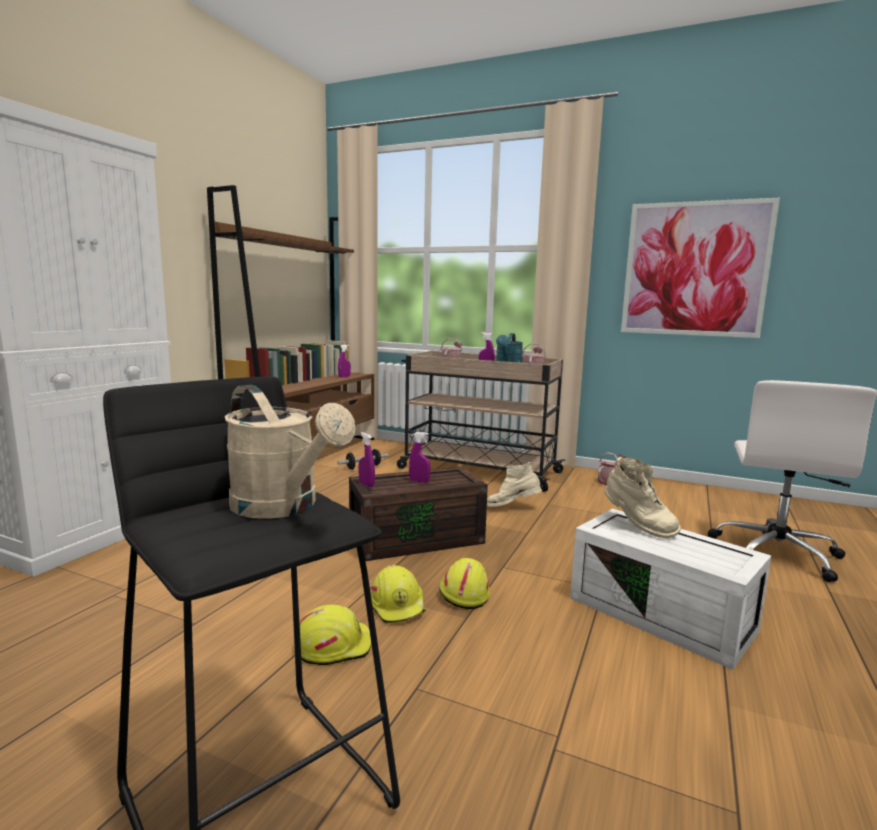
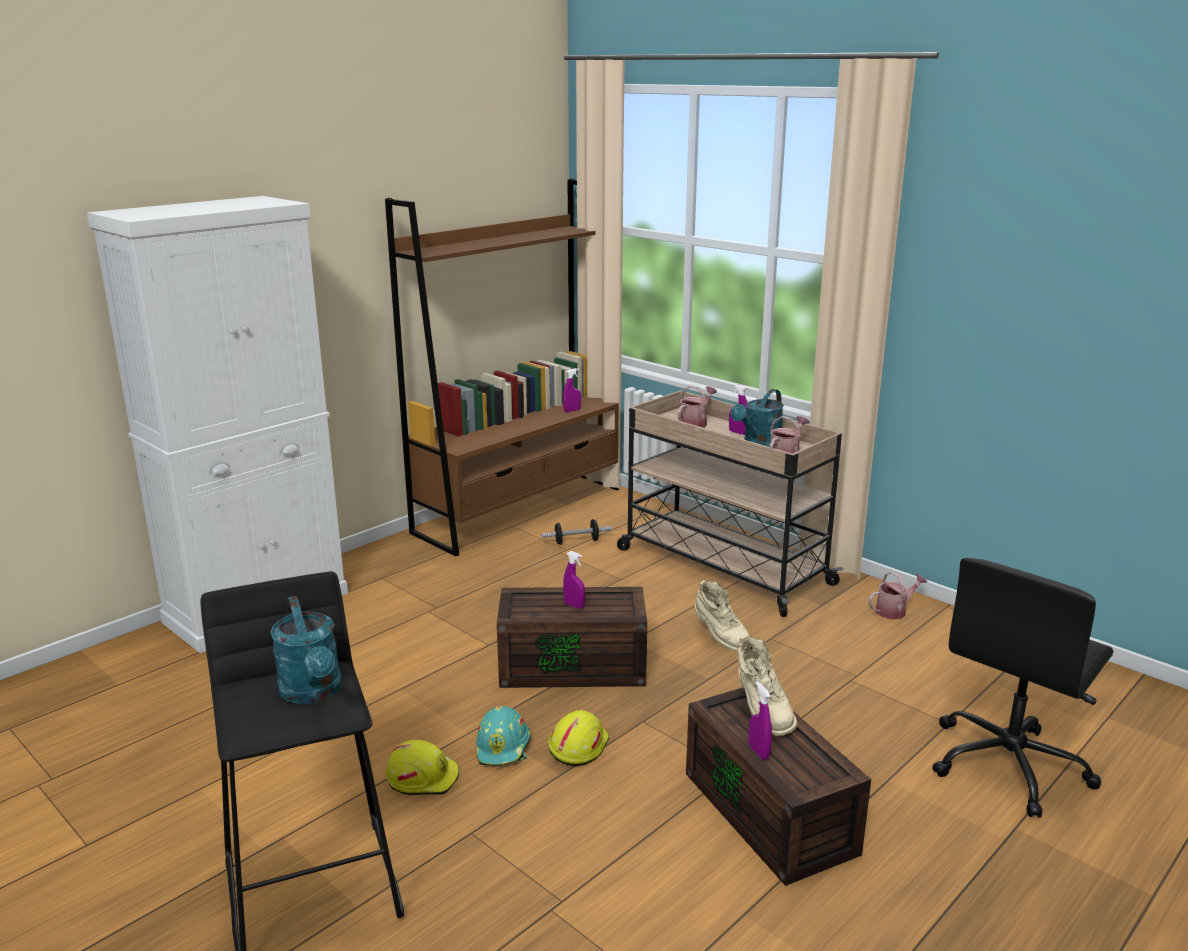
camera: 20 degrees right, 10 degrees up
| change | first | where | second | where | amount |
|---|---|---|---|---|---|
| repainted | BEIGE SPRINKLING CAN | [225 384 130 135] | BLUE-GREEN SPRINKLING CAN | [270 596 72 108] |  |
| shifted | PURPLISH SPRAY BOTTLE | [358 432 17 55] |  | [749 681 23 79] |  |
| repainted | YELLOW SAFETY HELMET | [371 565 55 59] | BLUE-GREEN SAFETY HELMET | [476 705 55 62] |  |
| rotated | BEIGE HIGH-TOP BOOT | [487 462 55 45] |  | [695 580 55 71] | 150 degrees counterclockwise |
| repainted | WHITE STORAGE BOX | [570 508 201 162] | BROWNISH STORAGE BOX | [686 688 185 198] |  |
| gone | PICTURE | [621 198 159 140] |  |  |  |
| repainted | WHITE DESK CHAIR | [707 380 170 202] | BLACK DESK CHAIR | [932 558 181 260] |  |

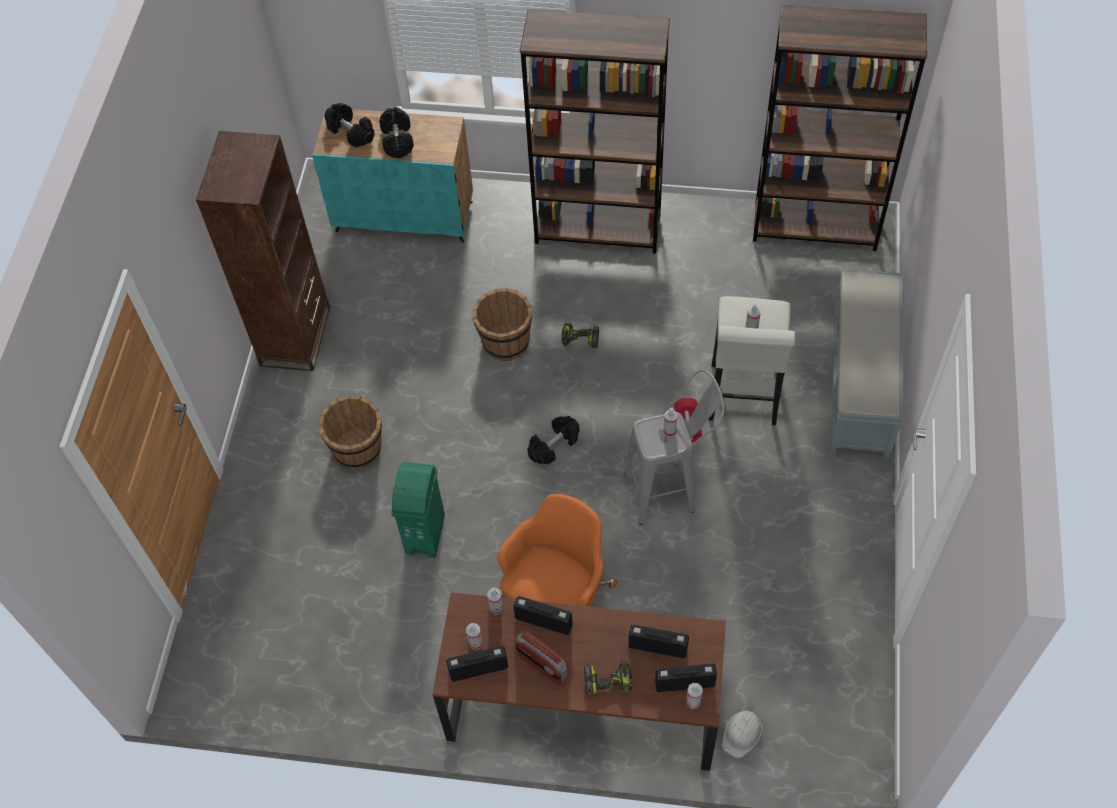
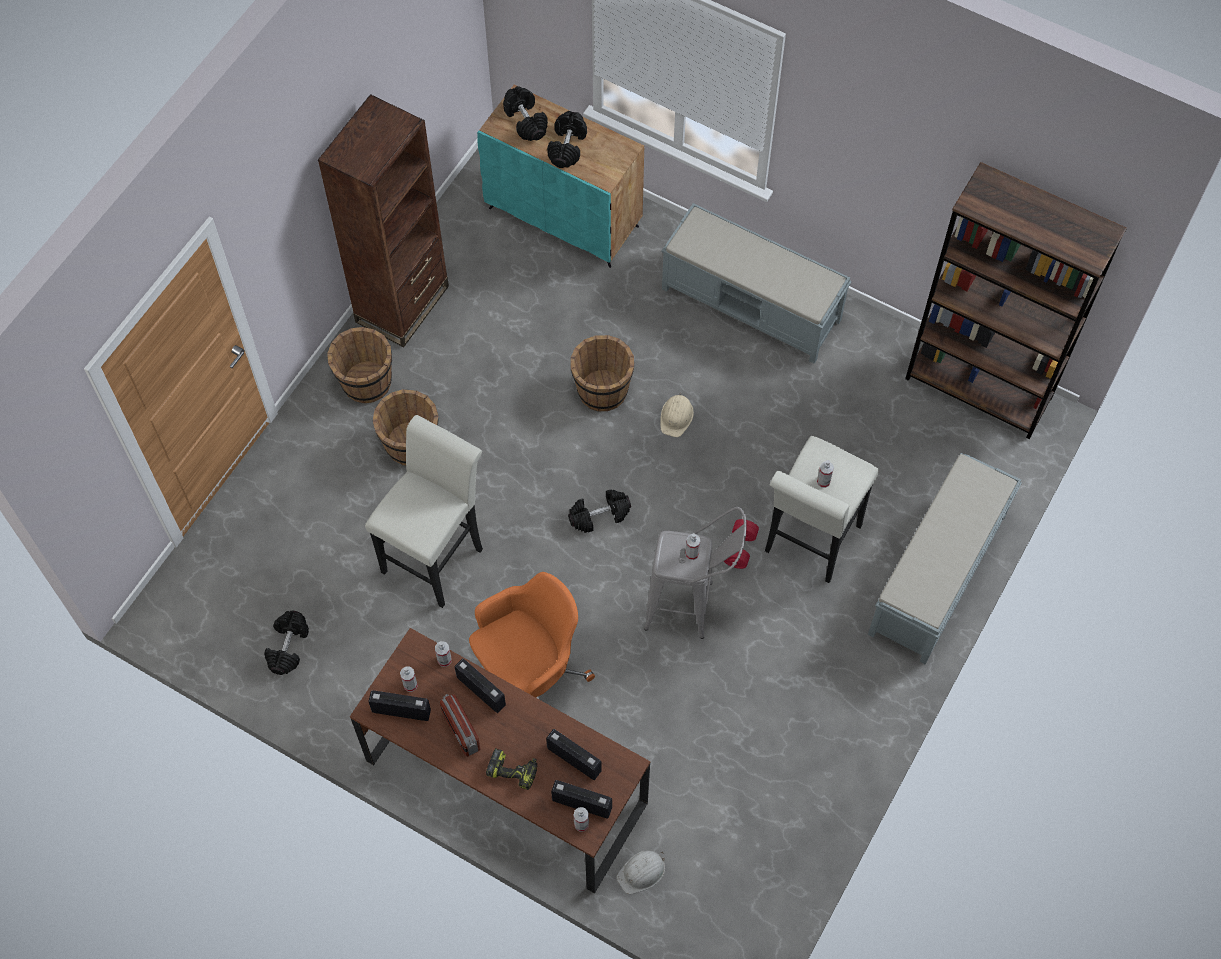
camera: 20 degrees right, 5 degrees up
| change | first | where | second | where | amount |
|---|---|---|---|---|---|
| swapped | GREEN RUBBISH BIN | [391 462 54 96] | WHITE SITTING STOOL | [365 415 118 193] |  |
| swapped | BROWNISH BOOKSHELF | [520 9 150 245] | GREY INDOOR BENCH | [661 203 191 161] |  |
| swapped | ELECTRIC DRILL | [561 323 38 25] | BEIGE SAFETY HELMET | [660 392 34 45] |  |
| new |  |  | BLACK HAND WEIGHT | [264 611 45 64] |  |
| new |  |  | BROWNISH PAIL | [327 327 65 76] |  |

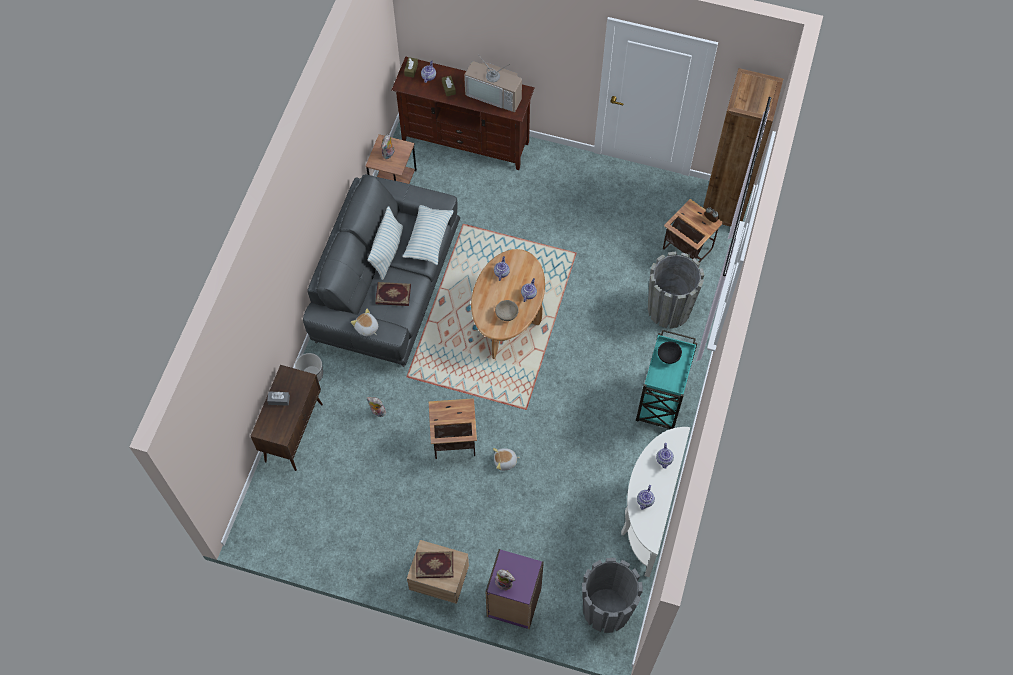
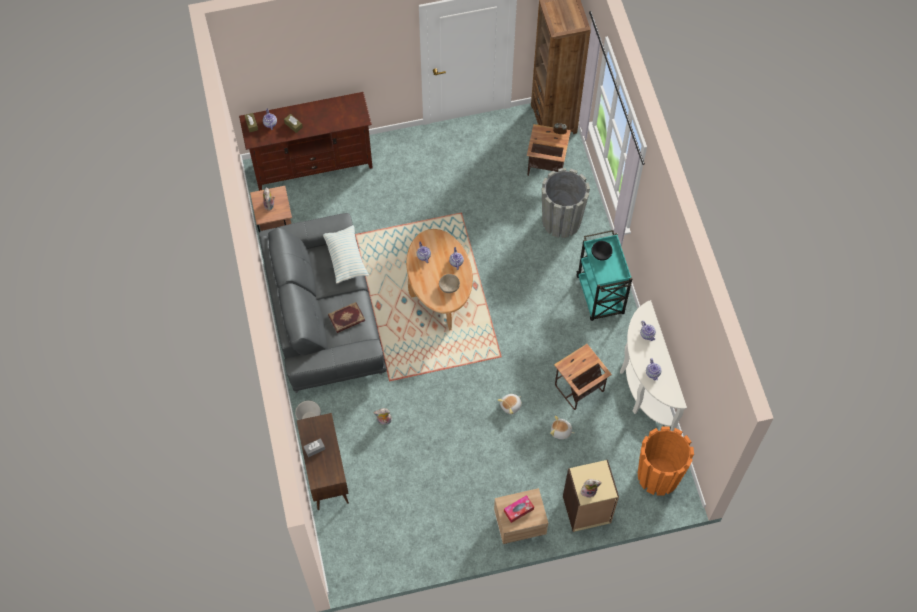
camera: 30 degrees left, 0 degrees up
| change | first | where | second | where | amount |
|---|---|---|---|---|---|
| shifted | SOFT TOY | [351 309 27 27] |  | [550 416 24 23] |  |
| gone | THROW PILLOW | [368 206 35 74] |  |  |  |
| swapped | VOLUME | [416 551 37 27] | BOX OF TISSUES | [504 495 30 28] |  |
| shifted | END TABLE | [429 398 48 61] |  | [554 344 58 66] |  |
| gone | TV | [464 53 58 59] |  |  |  |
| repainted | PURPLISH BOOKSHELF | [485 549 59 80] | BEIGE BOOKSHELF | [563 460 56 72] |  |
| repainted | GREY PLANTER | [582 558 61 75] | ORANGE PLANTER | [638 426 56 70] |  |

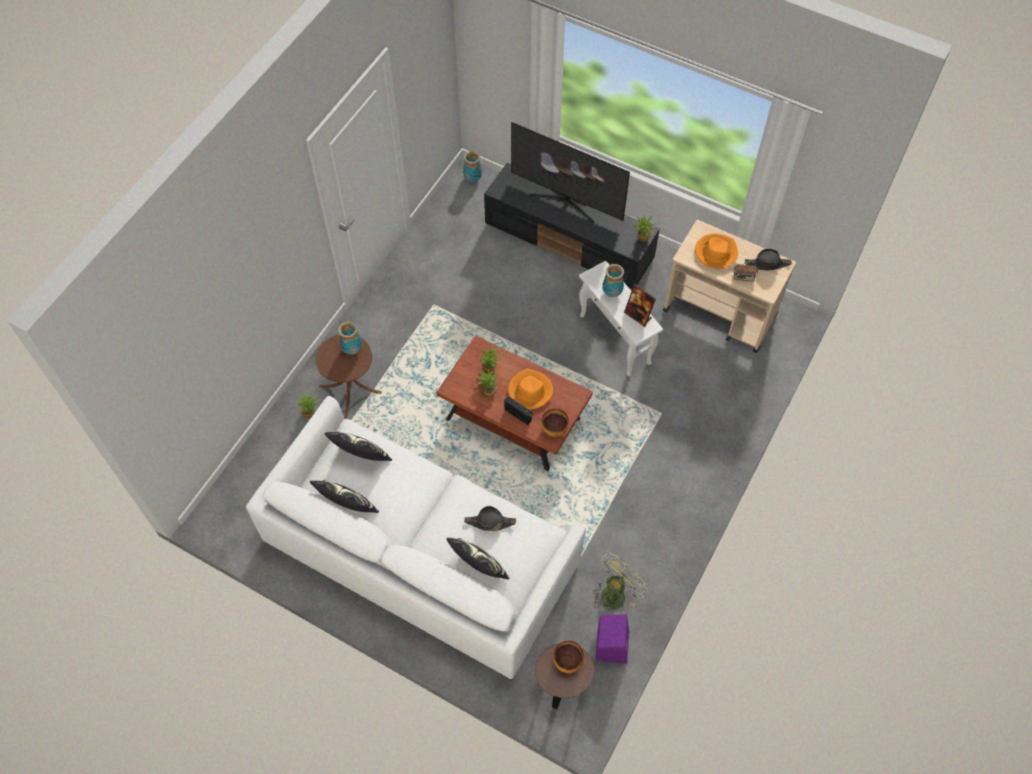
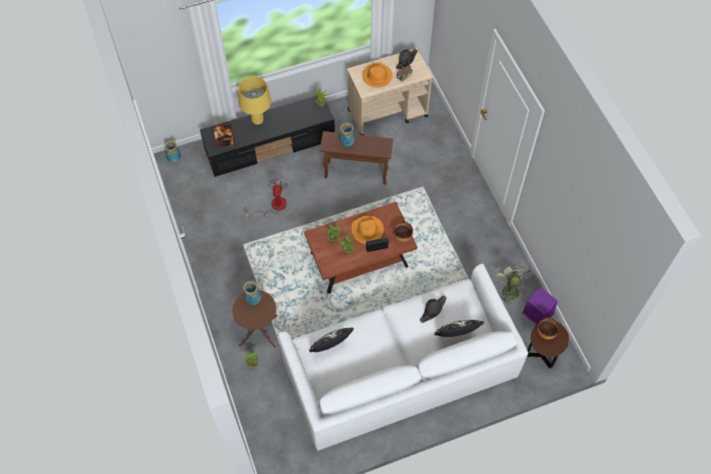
camera: 50 degrees left, 0 degrees up
| change | first | where | second | where | amount |
|---|---|---|---|---|---|
| gone | THROW PILLOW | [310 480 69 33] |  |  |  |
| swapped | TV | [511 122 119 101] | YELLOW TABLE LAMP | [238 76 33 49] |  |
| repainted | WHITE END TABLE | [579 261 84 115] | BROWNISH END TABLE | [320 131 73 53] |  |
| shifted | PHOTO FRAME | [624 284 32 43] |  | [212 123 23 25] |  |
| new |  |  | FAN | [245 179 43 39] |  |

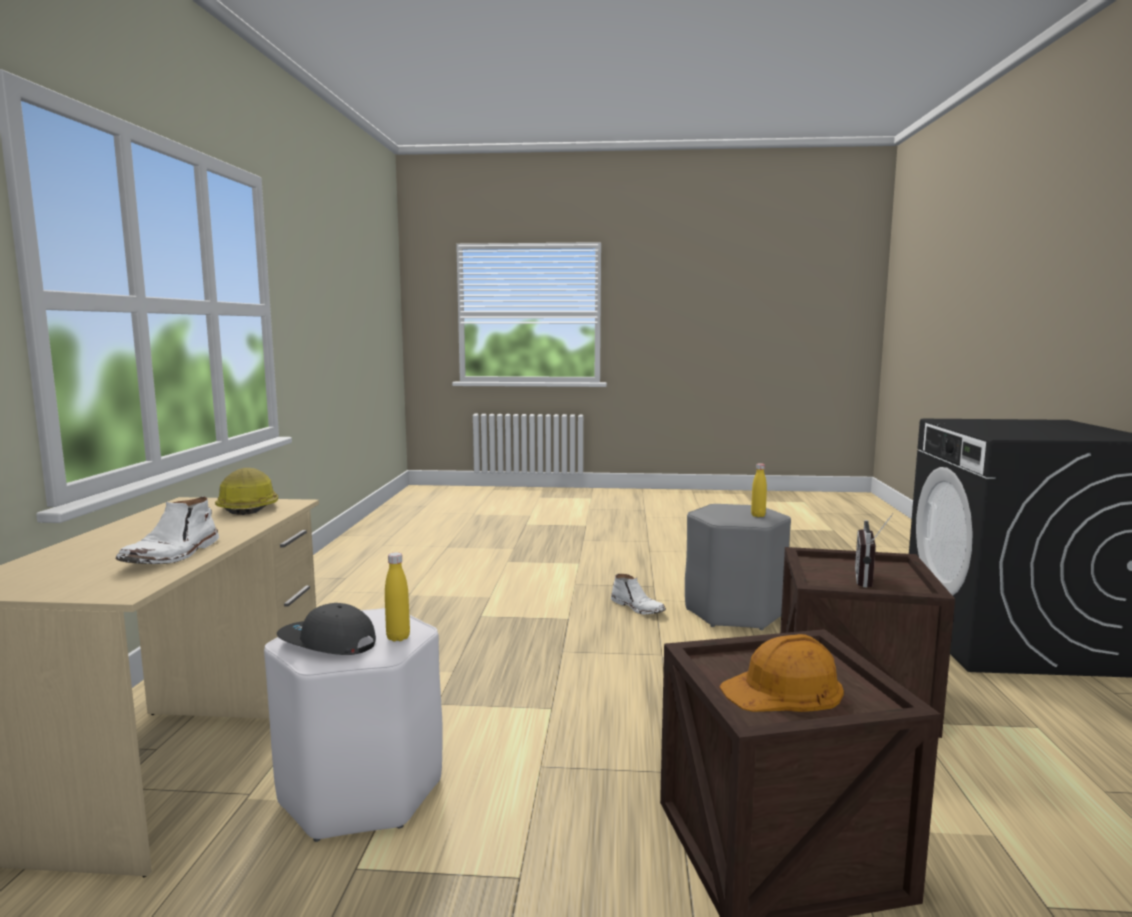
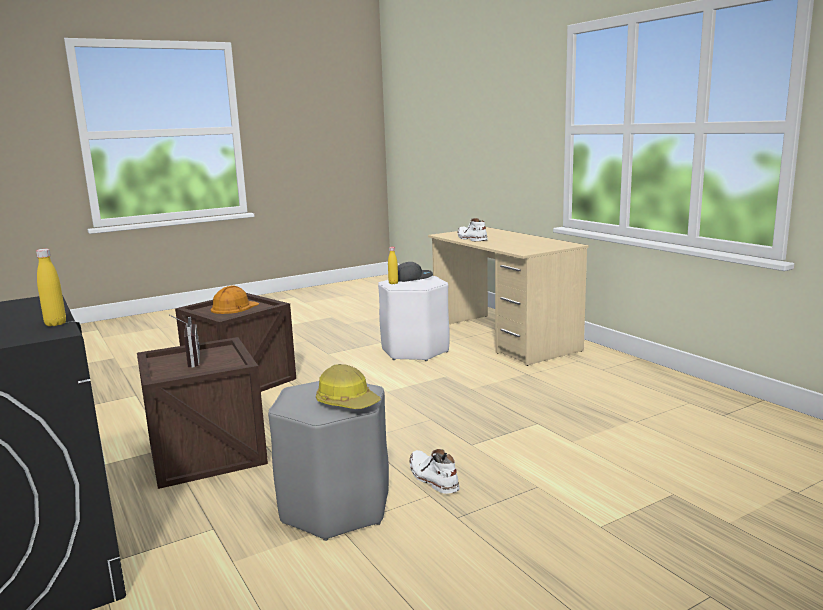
camera: 145 degrees right, 5 degrees up
| change | first | where | second | where | amount |
|---|---|---|---|---|---|
| shifted | SAFETY HELMET | [215 468 63 47] |  | [316 364 65 45] |  |
| rotated | WHITE HIGH-TOP BOOT | [611 574 55 41] |  | [410 449 49 45] | 45 degrees clockwise |
| shifted | YELLOW BOTTLE | [751 463 16 54] |  | [36 249 30 77] |  |

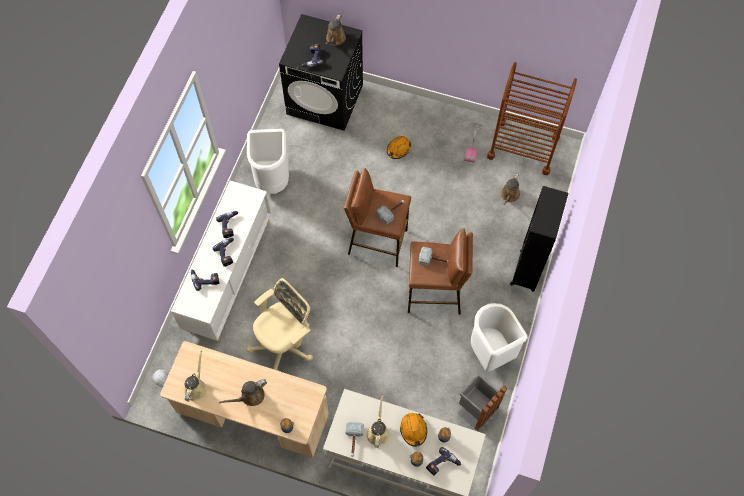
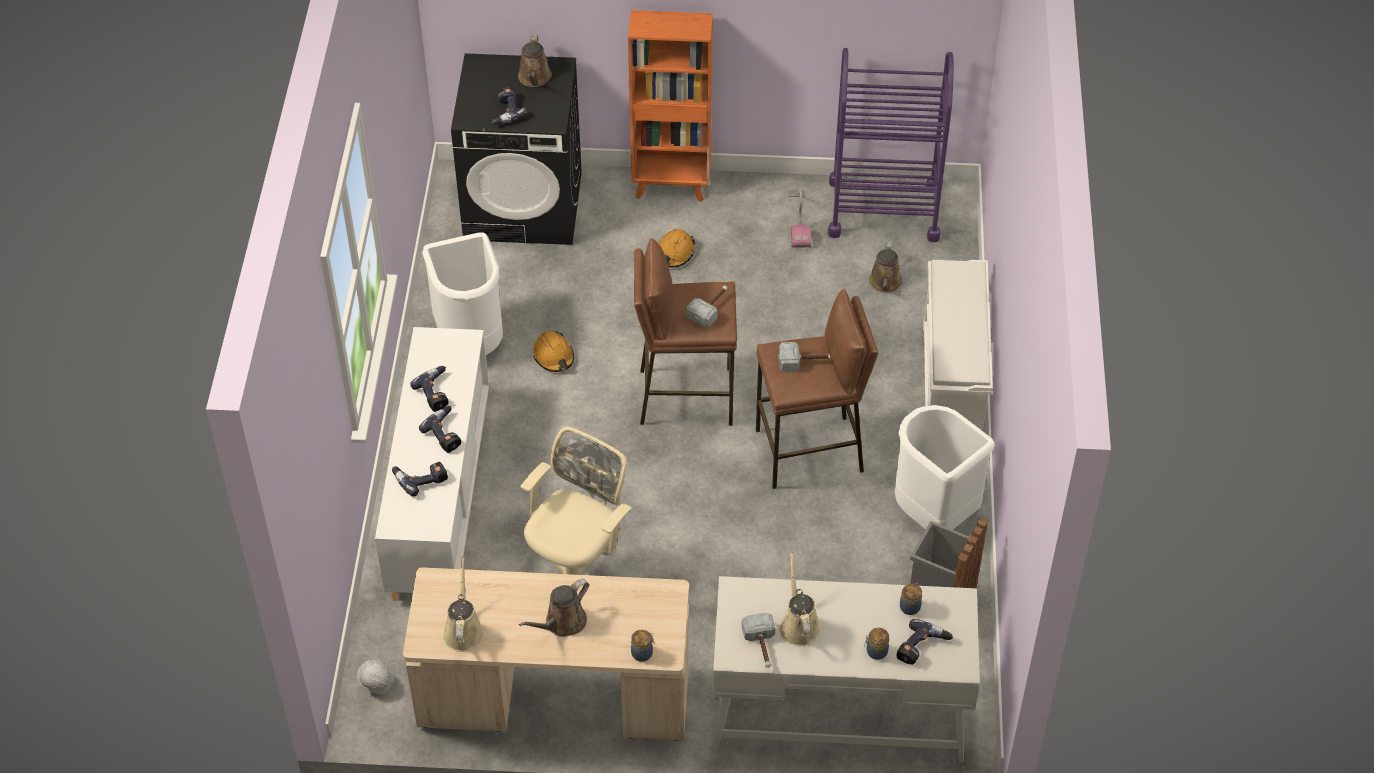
camera: 15 degrees left, 15 degrees down
| change | first | where | second | where | amount |
|---|---|---|---|---|---|
| shifted | ORANGE SAFETY HELMET | [400 413 27 34] |  | [533 331 41 41] |  |
| repainted | BROWNISH WHEELED CART | [487 62 90 113] | PURPLISH WHEELED CART | [828 48 126 195] |  |
| swapped | BLACK BOOKSHELF | [510 186 58 106] | WHITE SHOE SHELF | [923 260 70 171] |  |
| new |  |  | ORANGE BOOKSHELF | [628 10 85 192] |  |

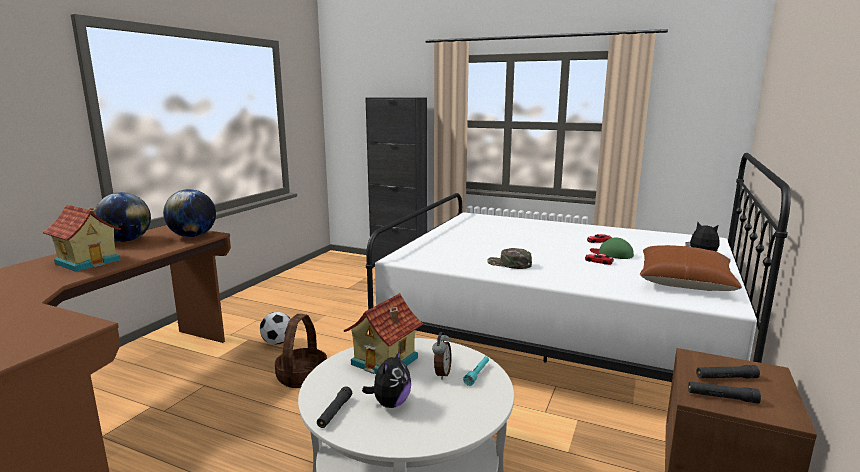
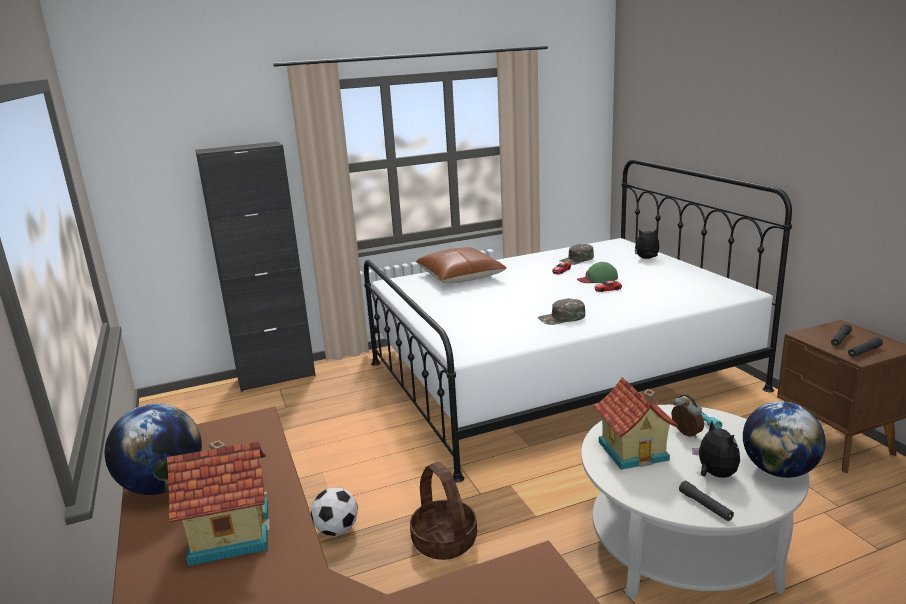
camera: 45 degrees left, 5 degrees up
| change | first | where | second | where | amount |
|---|---|---|---|---|---|
| shifted | GLOBE | [163 189 53 48] |  | [743 401 83 77] |  |
| shifted | BROWNISH THROW PILLOW | [640 245 102 46] |  | [416 247 90 37] |  |
| new |  |  | GREEN BASEBALL CAP | [559 244 35 21] |  |

